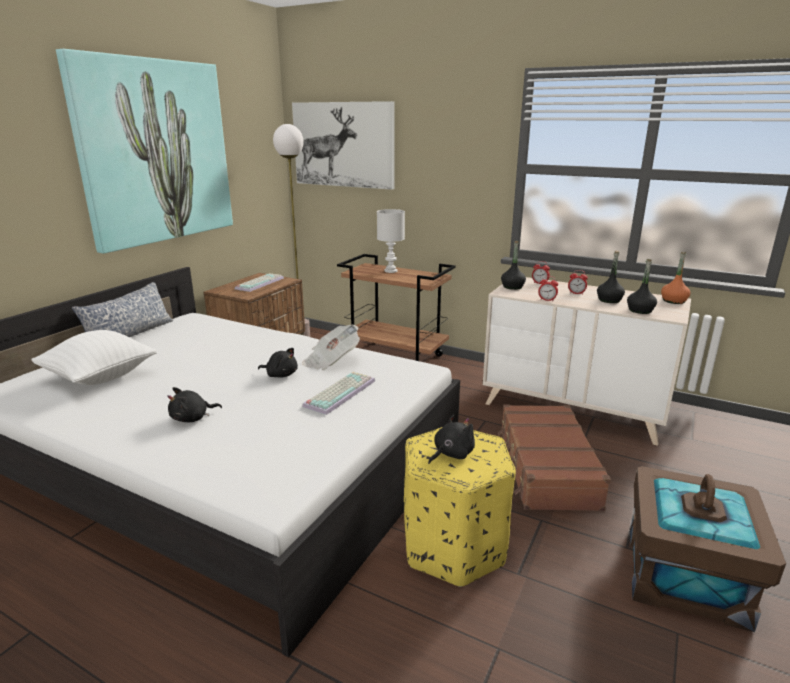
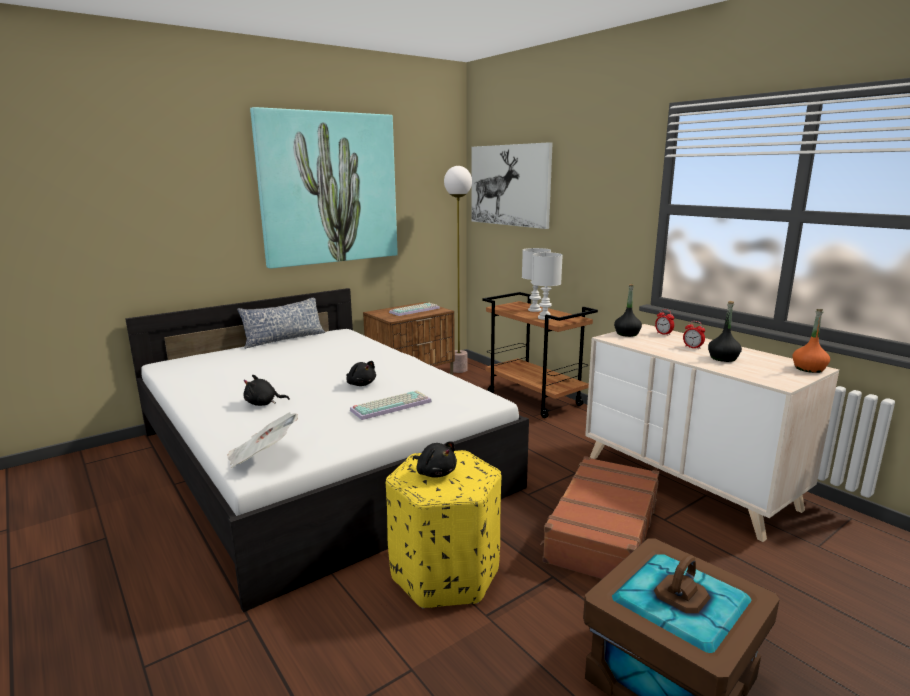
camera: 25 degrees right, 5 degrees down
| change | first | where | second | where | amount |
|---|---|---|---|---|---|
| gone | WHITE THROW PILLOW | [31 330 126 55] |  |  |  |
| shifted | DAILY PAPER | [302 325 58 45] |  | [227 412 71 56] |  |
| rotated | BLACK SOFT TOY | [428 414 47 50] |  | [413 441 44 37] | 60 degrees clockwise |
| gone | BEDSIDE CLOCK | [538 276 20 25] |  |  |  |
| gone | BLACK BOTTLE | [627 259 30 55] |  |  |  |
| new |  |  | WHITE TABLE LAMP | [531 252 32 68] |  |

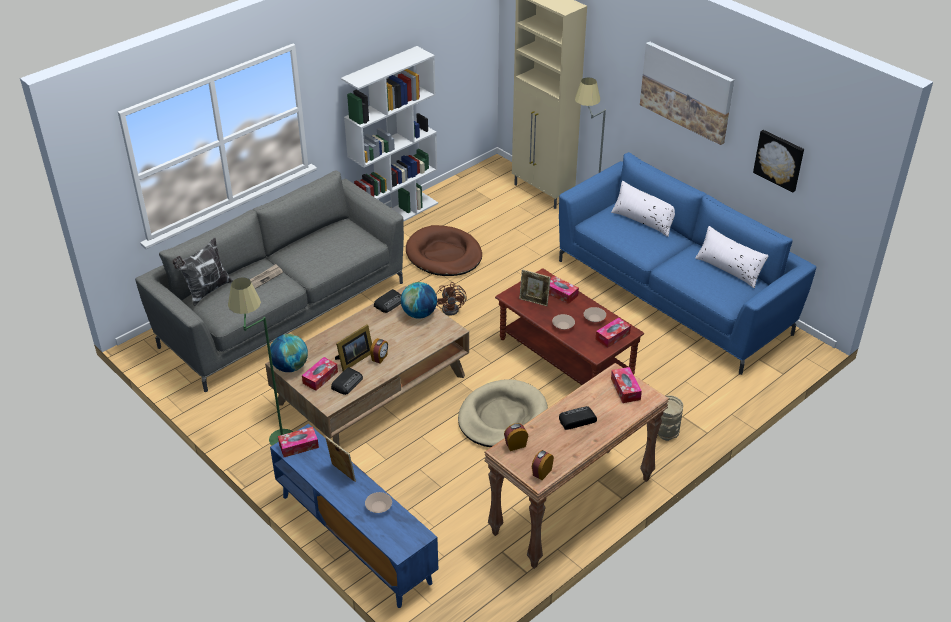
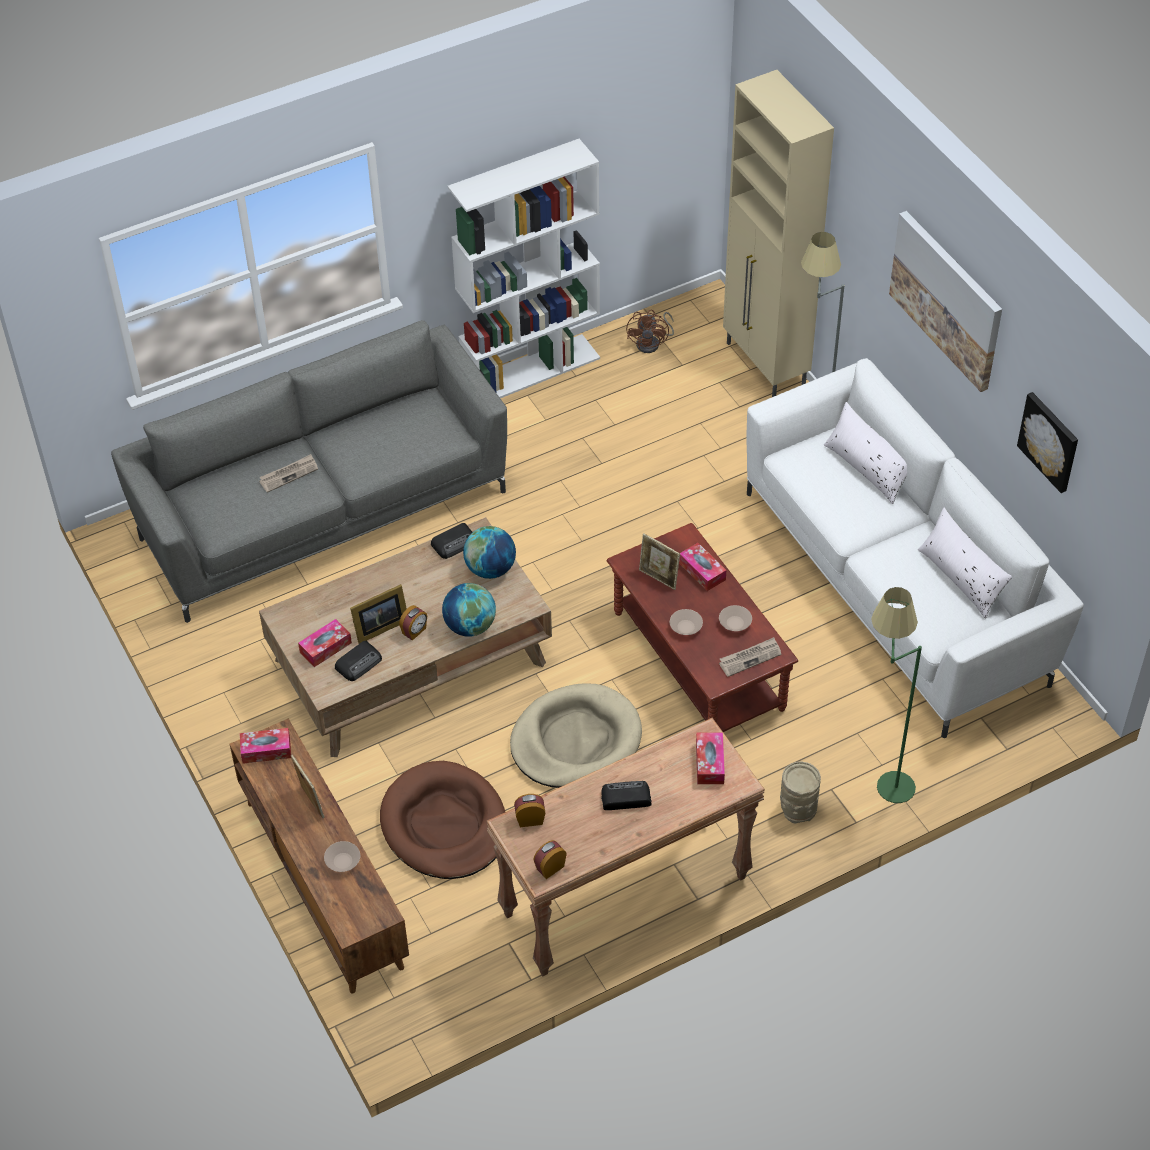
camera: 15 degrees right, 10 degrees up
| change | first | where | second | where | amount |
|---|---|---|---|---|---|
| gone | THROW PILLOW | [172 237 61 69] |  |  |  |
| shifted | GREEN STANDING LAMP | [228 277 65 168] |  | [871 587 51 216] |  |
| shifted | GLOBE | [270 334 38 38] |  | [442 583 54 54] |  |
| repainted | BLUE TV UNIT | [270 424 168 184] | BROWNISH TV UNIT | [229 718 180 275] |  |
| shifted | BROWNISH DOG CUSHION | [406 225 76 51] |  | [380 761 125 118] |  |
| shifted | BROWNISH FAN | [436 282 31 34] |  | [626 310 48 43] |  |
| repainted | BLUE COUCH | [559 152 257 223] | WHITE COUCH | [747 358 337 380] |  |
| swapped | BOX OF TISSUES | [596 318 35 30] | DAILY PAPER | [719 637 62 40] |  |

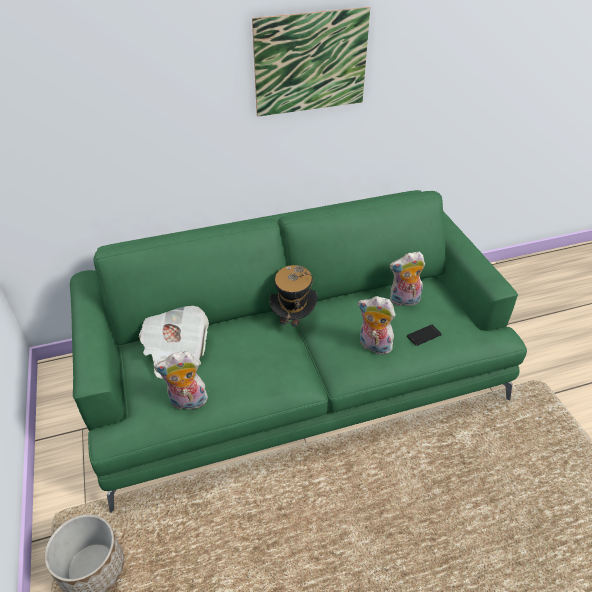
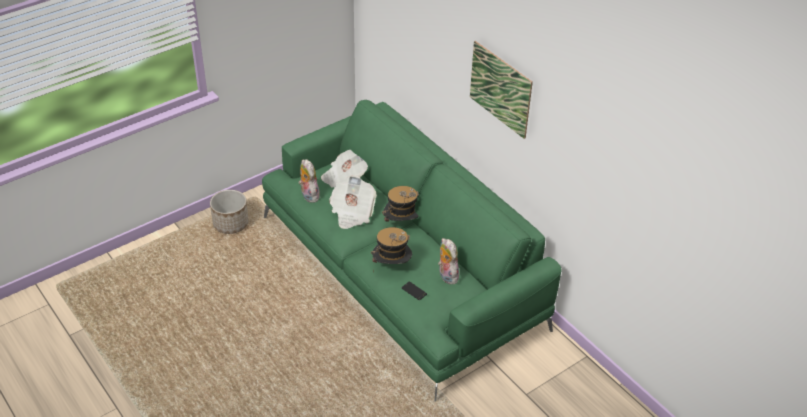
camera: 70 degrees right, 0 degrees up
| change | first | where | second | where | amount |
|---|---|---|---|---|---|
| swapped | SOFT TOY | [358 296 37 59] | HAT | [371 227 41 45] |  |
| new |  |  | DAILY PAPER | [329 175 48 54] |  |

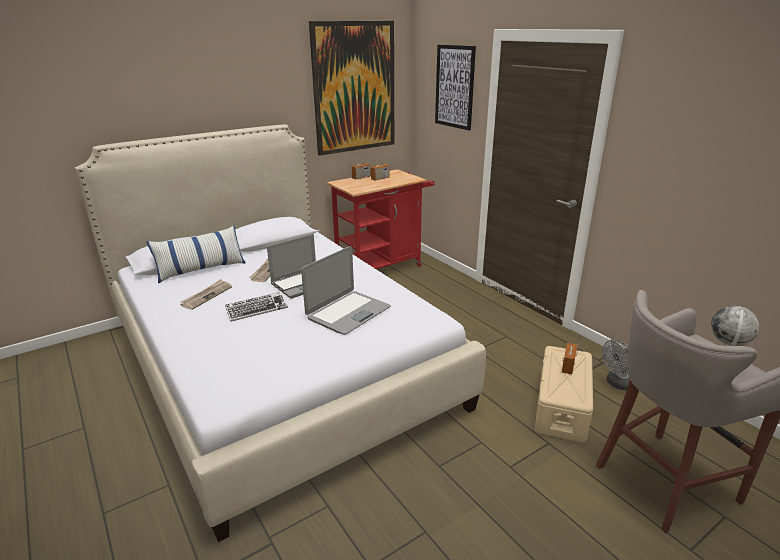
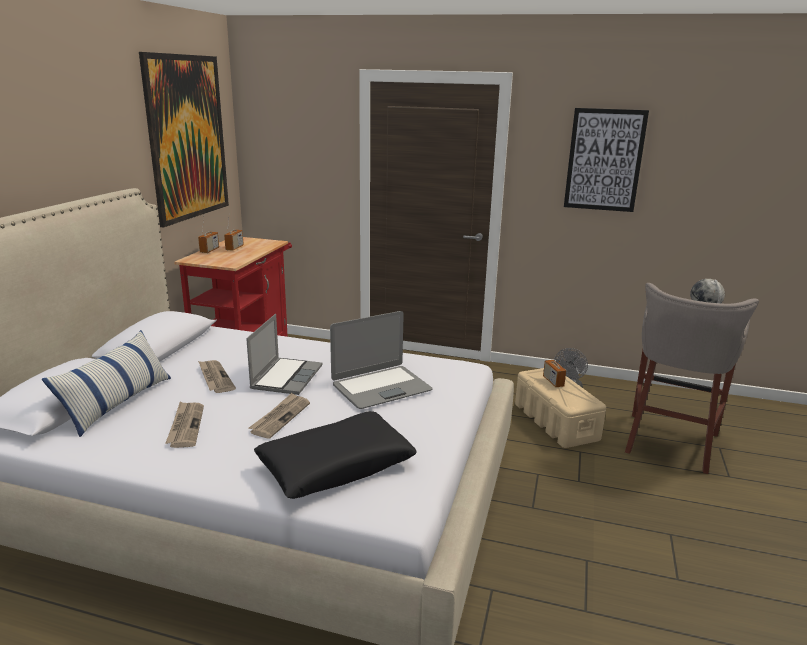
camera: 40 degrees left, 5 degrees down
| change | first | where | second | where | amount |
|---|---|---|---|---|---|
| swapped | COMPUTER KEYBOARD | [225 292 63 30] | DAILY PAPER | [249 393 61 46] |  |
| rotated | LAPTOP | [301 246 90 89] |  | [330 311 103 98] | 60 degrees clockwise |
| shifted | PICTURE | [435 45 41 86] |  | [564 108 85 104] |  |
| new |  |  | BLACK THROW PILLOW | [254 411 163 88] |  |

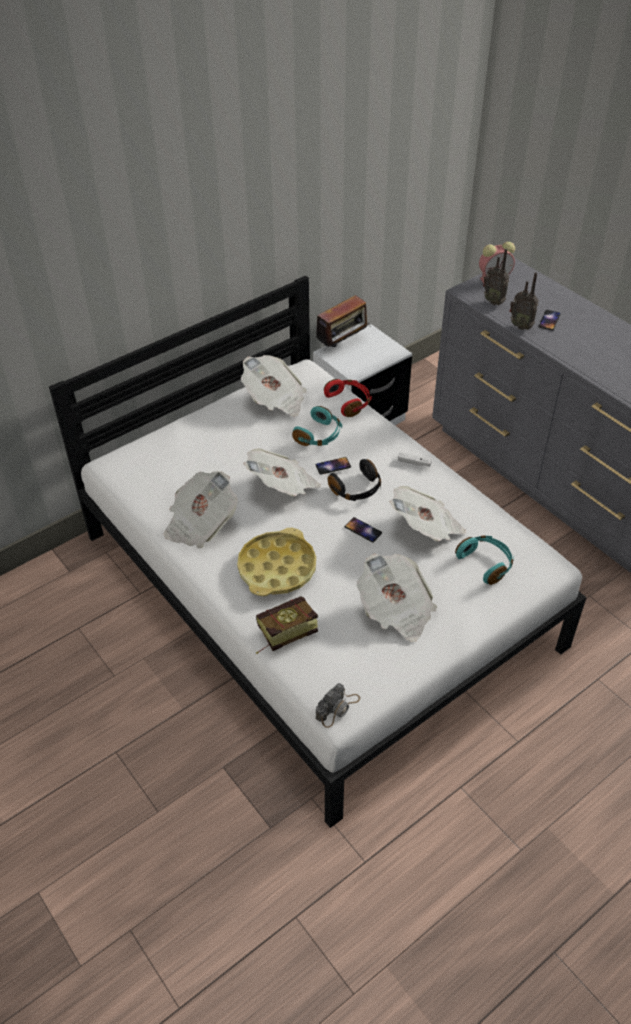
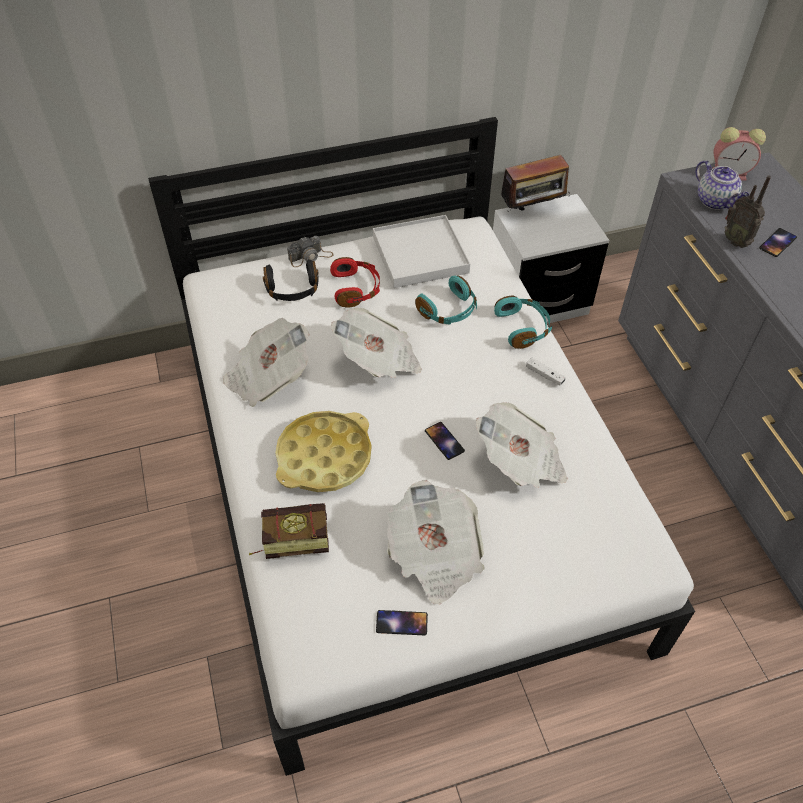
camera: 20 degrees right, 5 degrees up
| change | first | where | second | where | amount |
|---|---|---|---|---|---|
| swapped | DAILY PAPER | [241 355 65 62] | WHITE CARRYING TRAY | [373 215 97 73] |  |
| shifted | HANDSET | [315 457 36 18] |  | [376 610 52 25] |  |
| shifted | STILL CAMERA | [316 683 44 45] |  | [287 236 47 31] |  |
| shifted | RED HEADPHONES | [324 379 48 38] |  | [330 257 50 51] |  |
| shifted | BLACK HEADPHONES | [328 459 53 42] |  | [263 259 56 42] |  |
| shifted | BLUE-GREEN HEADPHONES | [455 535 59 50] |  | [494 296 58 53] |  |
| swapped | RADIO RECEIVER | [483 249 26 57] | TEAPOT | [696 160 53 50] |  |

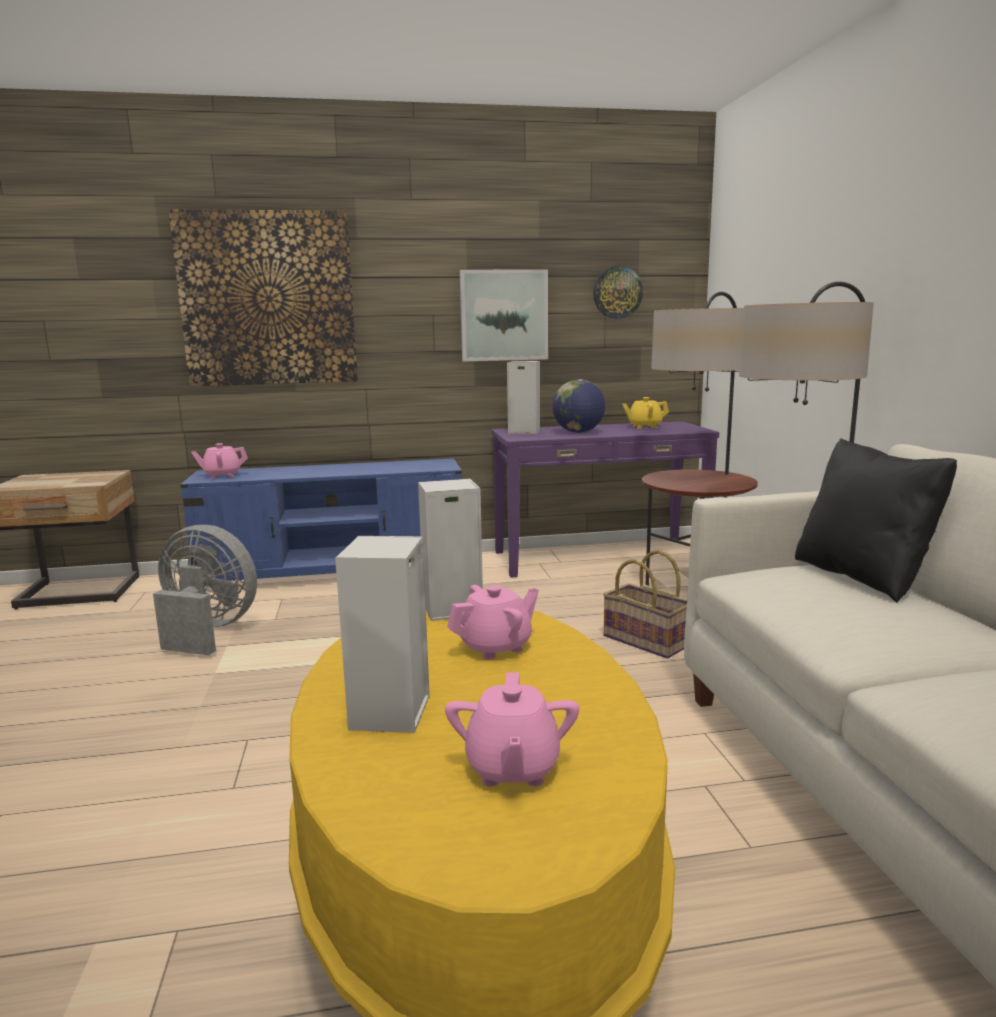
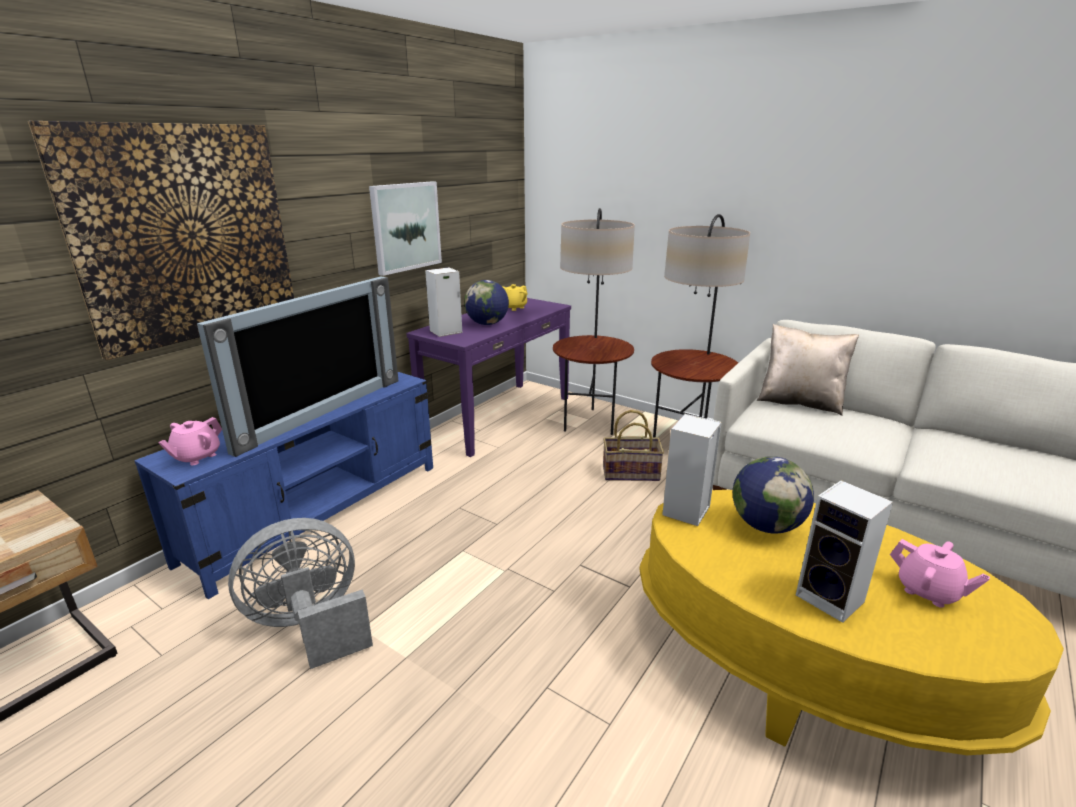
camera: 45 degrees left, 10 degrees up
| change | first | where | second | where | amount |
|---|---|---|---|---|---|
| swapped | PINK TEAPOT | [447 585 92 75] | GLOBE | [733 456 81 78] |  |
| gone | HANGING CLOCK | [593 266 50 53] |  |  |  |
| repainted | BLACK THROW PILLOW | [795 438 162 165] | BEIGE THROW PILLOW | [757 324 102 92] |  |
| new |  |  | TV | [197 276 202 181] |  |

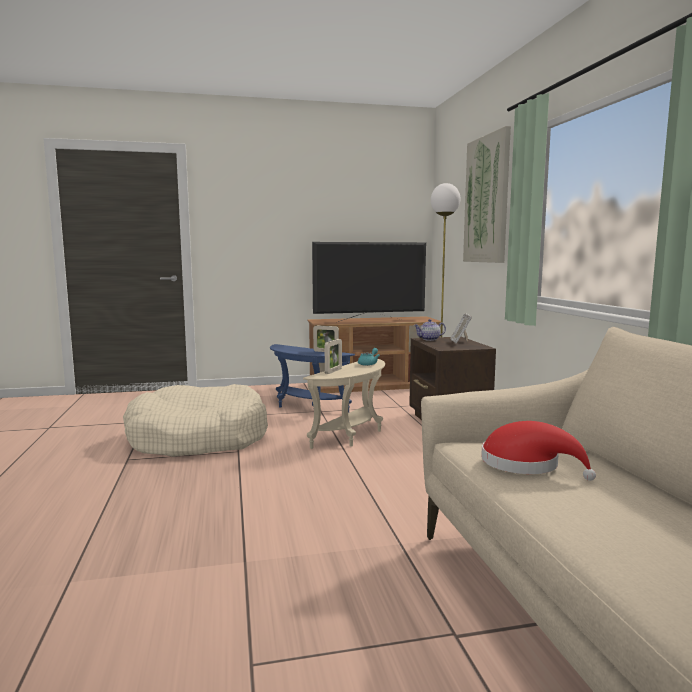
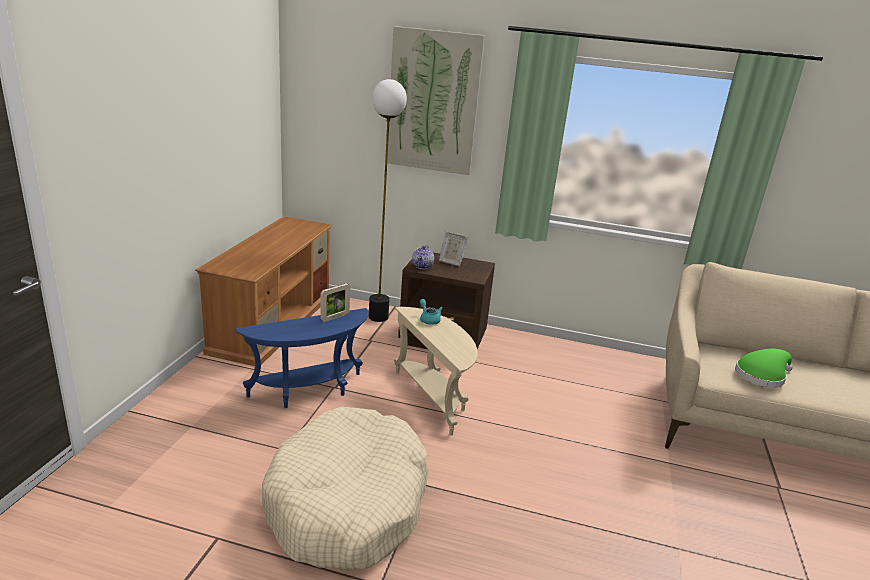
camera: 65 degrees left, 15 degrees up
| change | first | where | second | where | amount |
|---|---|---|---|---|---|
| gone | TV | [312 242 114 80] |  |  |  |
| gone | PHOTO FRAME | [325 339 17 35] |  |  |  |
| repainted | RED HAT | [481 421 115 60] | GREEN HAT | [735 349 57 39] |  |

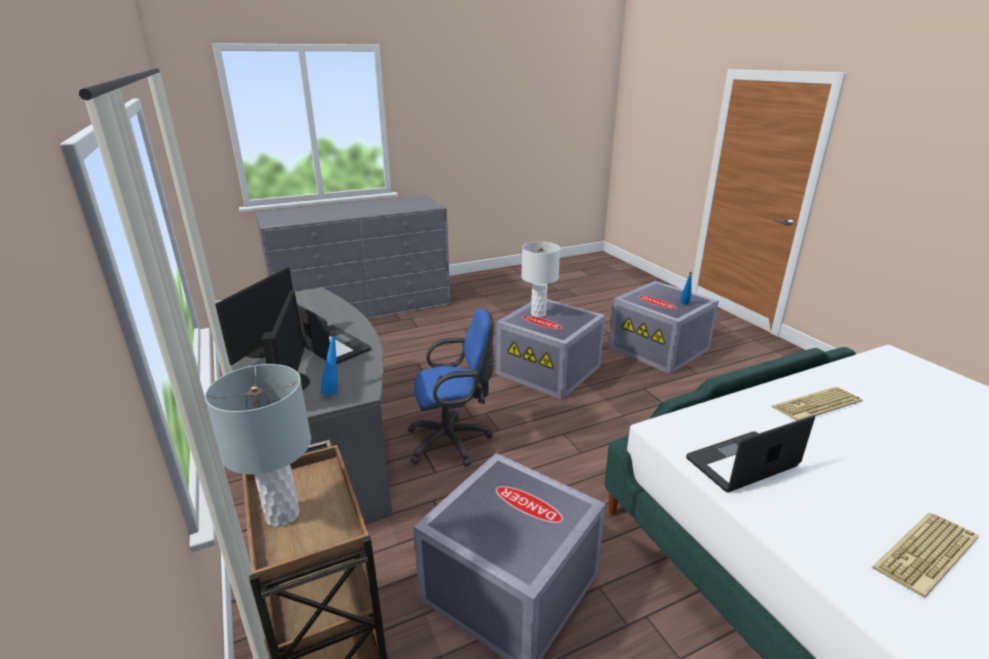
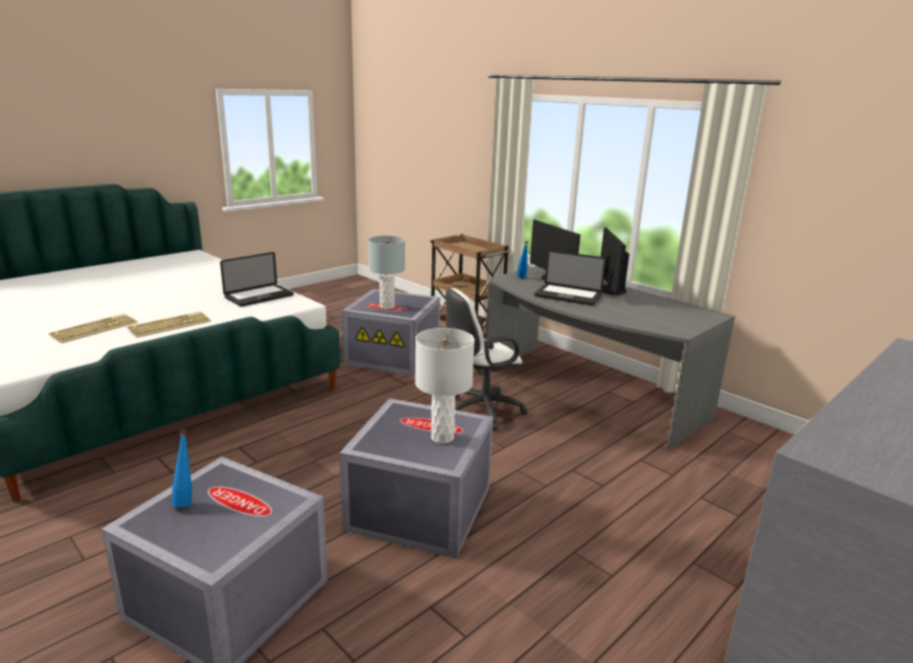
camera: 160 degrees right, 5 degrees down
| change | first | where | second | where | amount |
|---|---|---|---|---|---|
| shifted | GREY TABLE LAMP | [205 364 106 163] |  | [368 236 37 73] |  |
| repainted | BLUE DESK CHAIR | [407 309 87 158] | WHITE DESK CHAIR | [445 288 83 142] |  |
| shifted | COMPUTER KEYBOARD | [871 513 108 85] |  | [49 314 89 29] |  |

